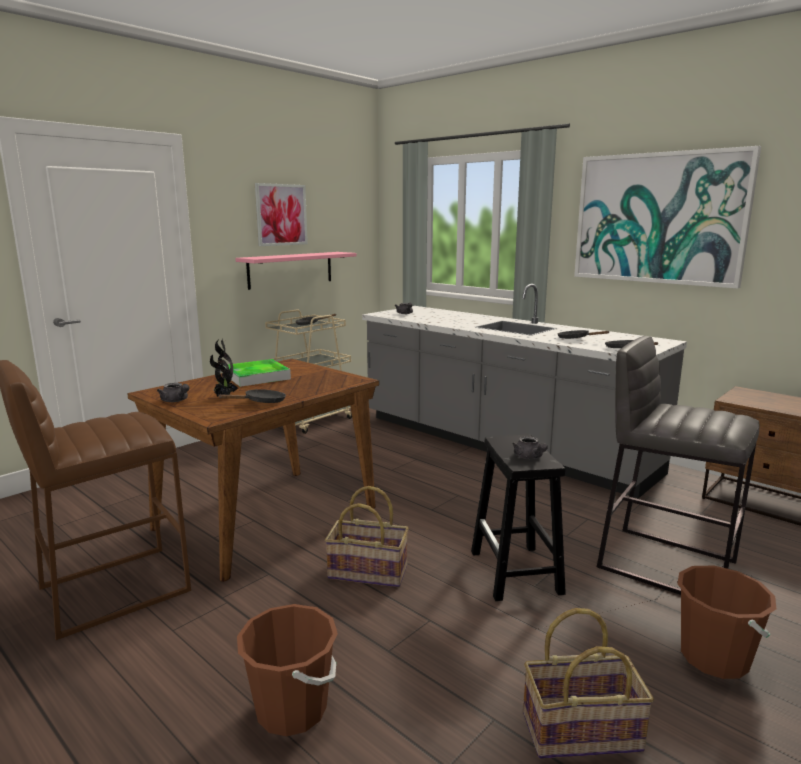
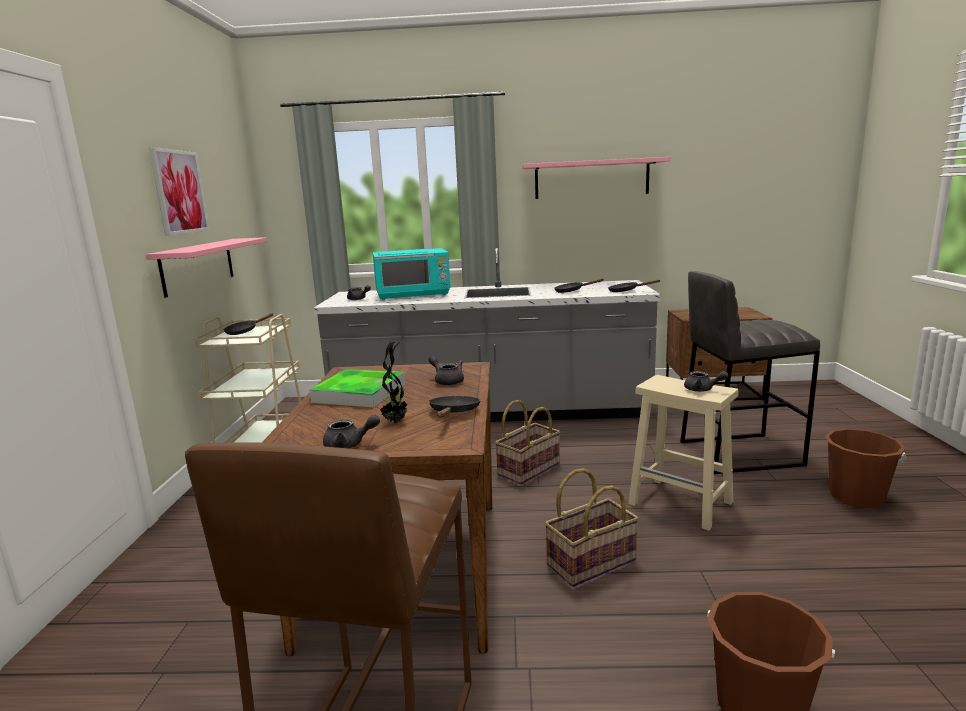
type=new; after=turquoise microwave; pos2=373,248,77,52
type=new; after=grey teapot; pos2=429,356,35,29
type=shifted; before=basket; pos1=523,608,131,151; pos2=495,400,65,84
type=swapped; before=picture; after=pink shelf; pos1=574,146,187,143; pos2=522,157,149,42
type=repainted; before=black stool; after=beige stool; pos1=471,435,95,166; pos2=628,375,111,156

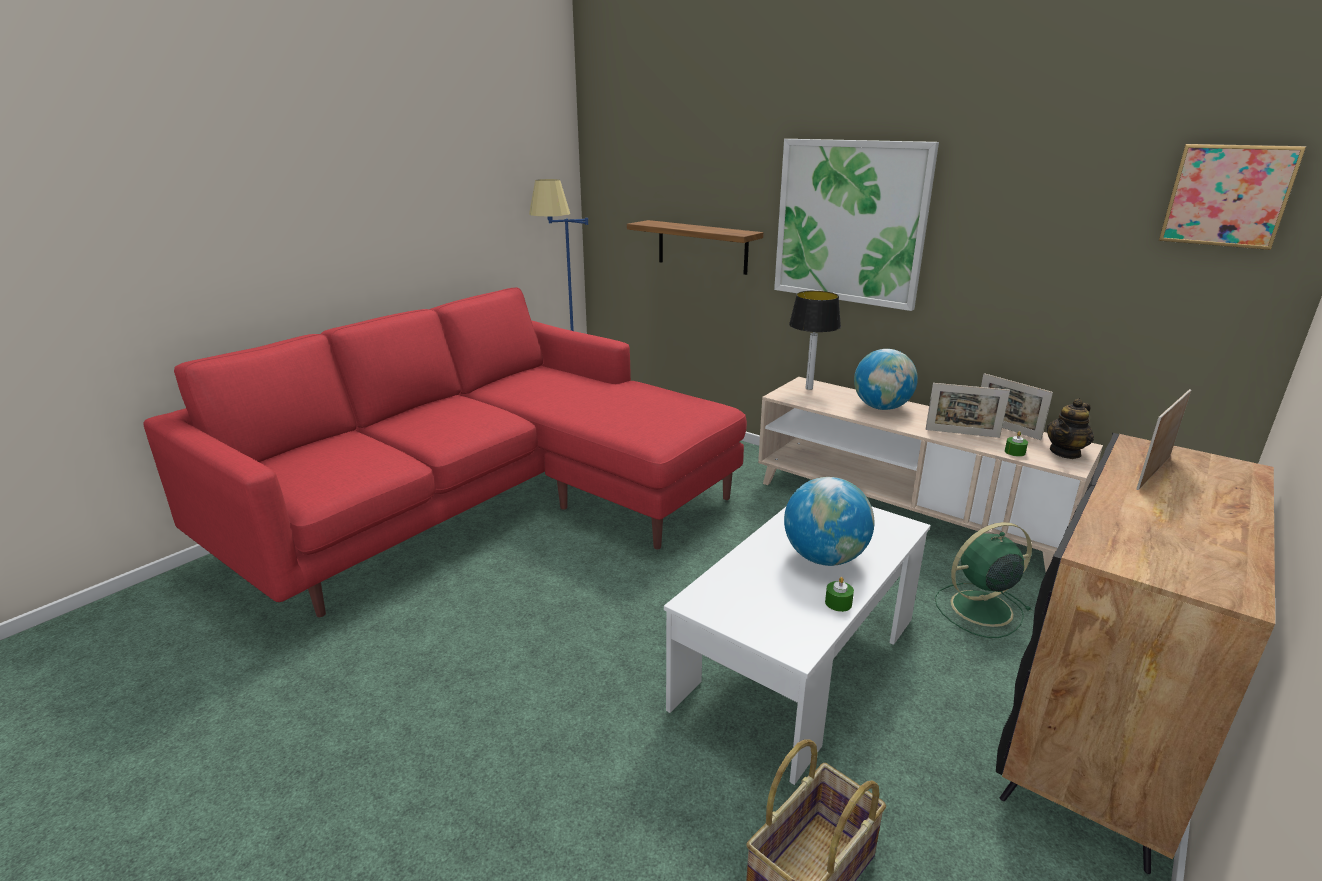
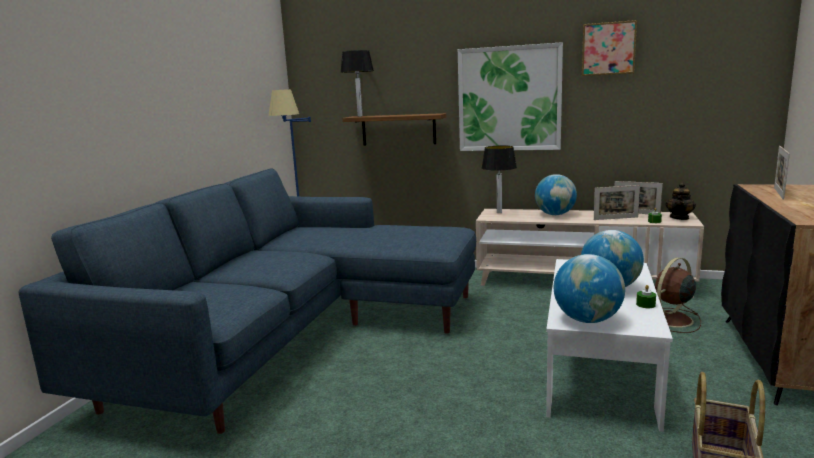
type=repainted; before=red sofa; after=blue sofa; pos1=143,287,604,330; pos2=19,168,457,266
type=new; after=table lamp; pos2=340,50,34,67
type=new; after=globe; pos2=554,254,71,69
type=shifted; before=picture; pos1=1159,144,147,106; pos2=582,20,55,56
type=repainted; before=green fan; after=brown fan; pos1=935,522,97,116; pos2=655,257,46,76

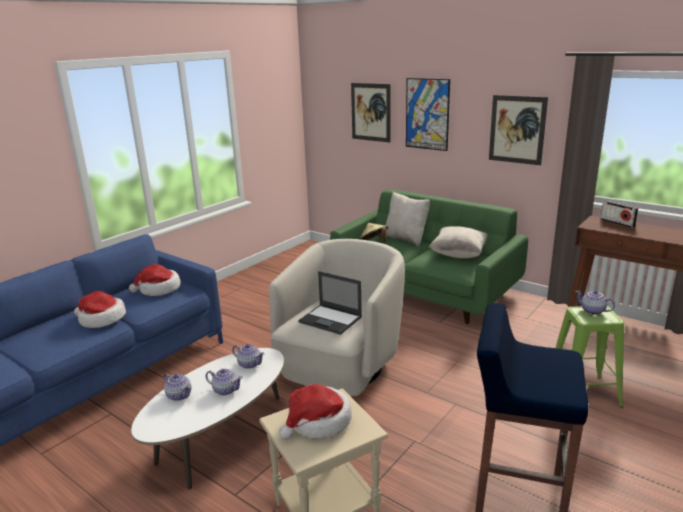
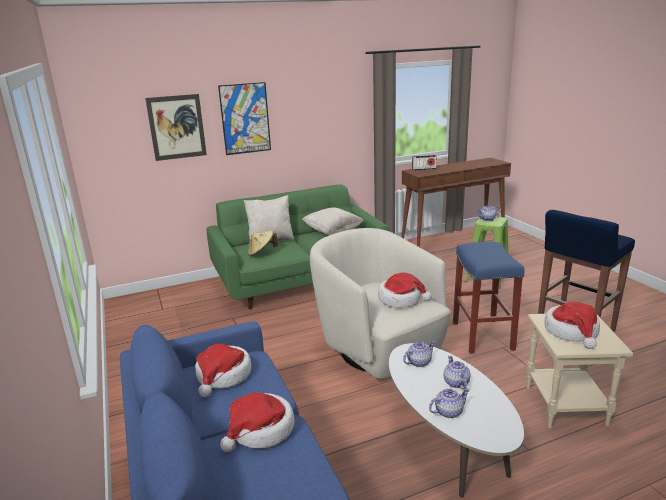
type=swapped; before=laptop; after=hat; pos1=298,271,64,64; pos2=378,272,54,36
type=rotated; before=teapot; pos1=206,369,37,27; pos2=444,355,27,34; turn=-60
type=new; after=blue stool; pos2=453,242,71,112
type=gone; before=picture; pos1=489,95,59,70

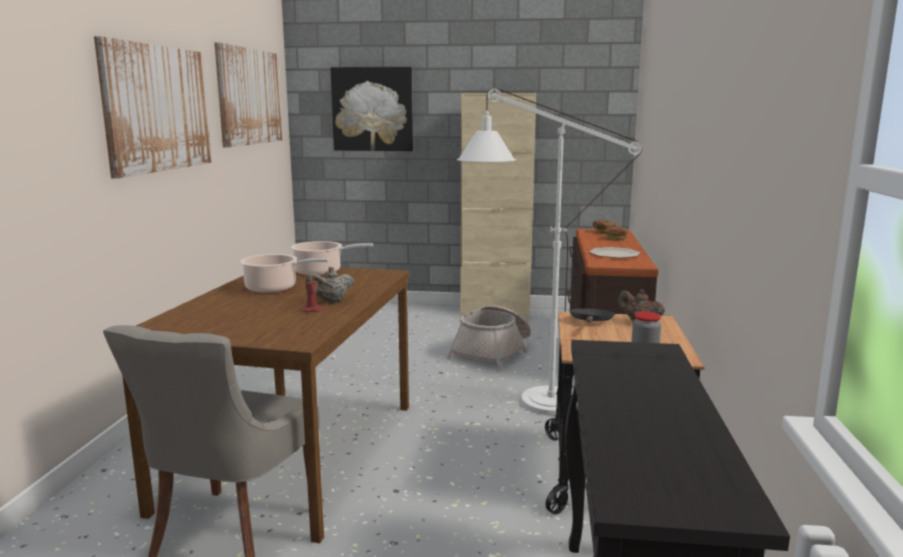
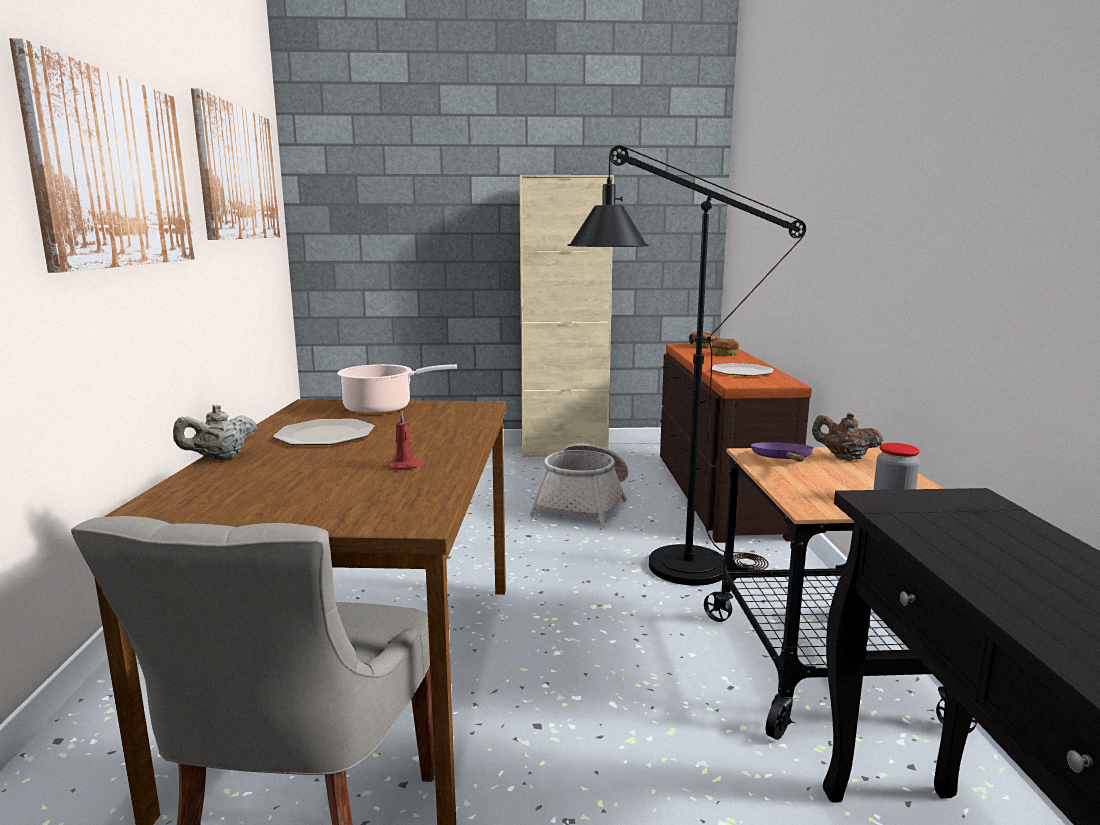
type=shifted; before=beige teapot; pos1=306,267,48,35; pos2=173,405,84,55
type=swapped; before=cooking pot; after=plate; pos1=240,254,89,39; pos2=273,419,102,26
type=repainted; before=white floor lamp; after=black floor lamp; pos1=457,88,185,328; pos2=568,145,238,441
type=repainted; before=black frying pan; after=purple frying pan; pos1=569,309,46,13; pos2=751,442,62,20
type=gone; before=picture; pos1=331,67,82,84

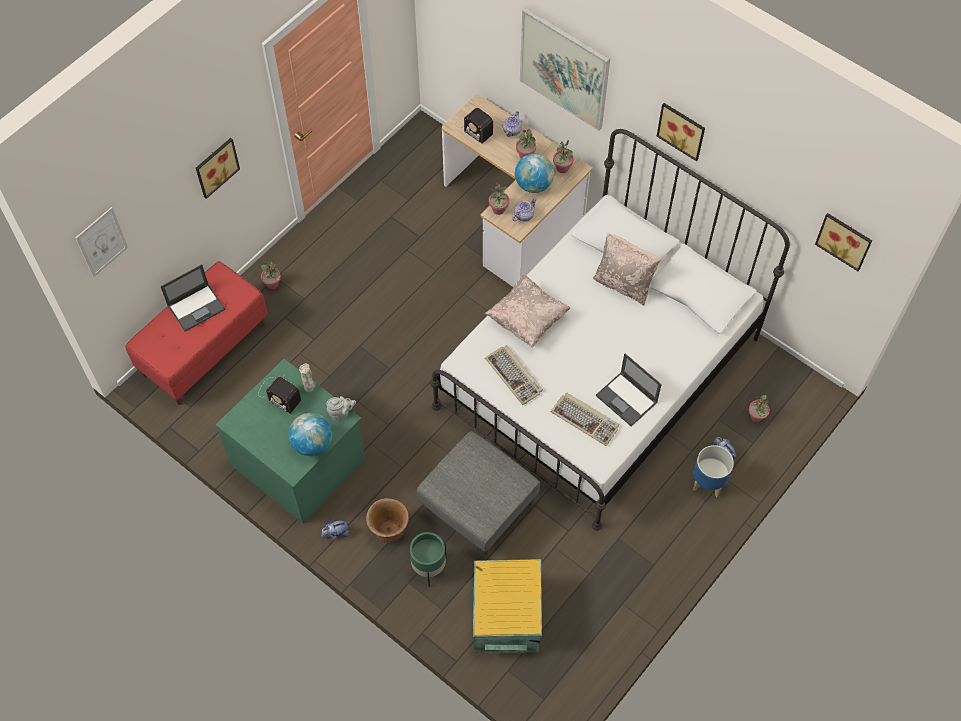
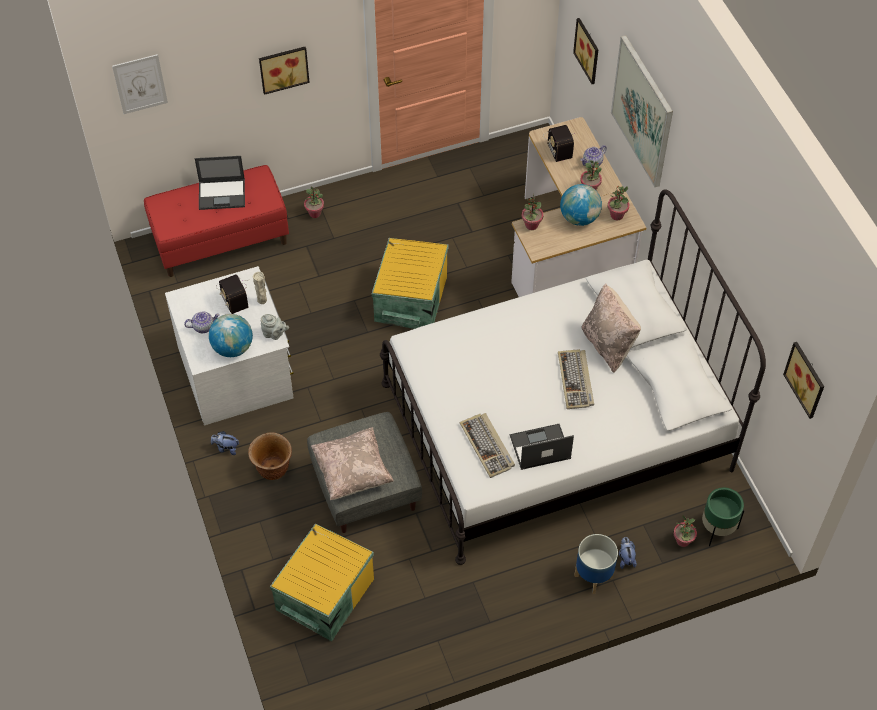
type=repainted; before=green dresser; after=white dresser; pos1=216,359,149,165; pos2=165,266,129,159
type=shifted; before=teapot; pos1=512,197,25,24; pos2=184,312,36,21
type=shifted; before=beige pillow; pos1=485,274,85,74; pos2=311,427,83,73
type=new; after=yellow storage box; pos2=372,238,76,91
type=rotated; before=laptop; pos1=596,354,66,73; pos2=510,424,64,46; turn=90
type=shifted; before=keyboard; pos1=485,345,58,60; pos2=558,349,36,60
type=shifted; before=picture; pos1=657,103,48,58; pos2=573,18,26,66
type=shifted; before=green planter; pos1=410,532,36,55; pos2=702,487,42,59

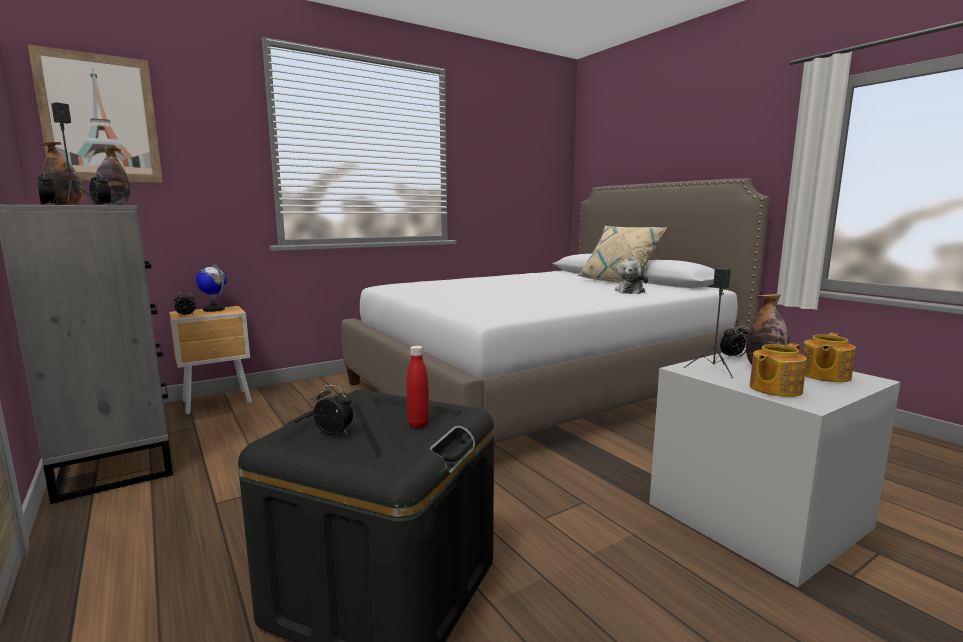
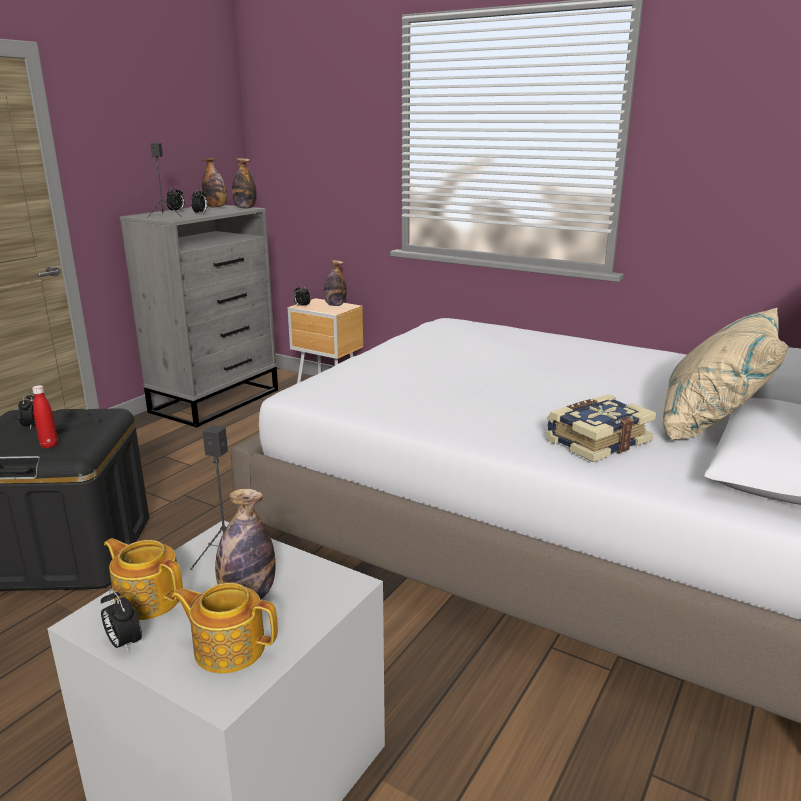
type=shifted; before=alarm clock; pos1=720,323,28,36; pos2=101,589,41,64
type=swapped; before=globe; after=bottle; pos1=196,263,31,49; pos2=324,260,23,46
type=swapped; before=plush toy; after=book; pos1=615,261,33,33; pos2=546,395,110,67
type=gone; before=picture; pos1=28,45,135,138

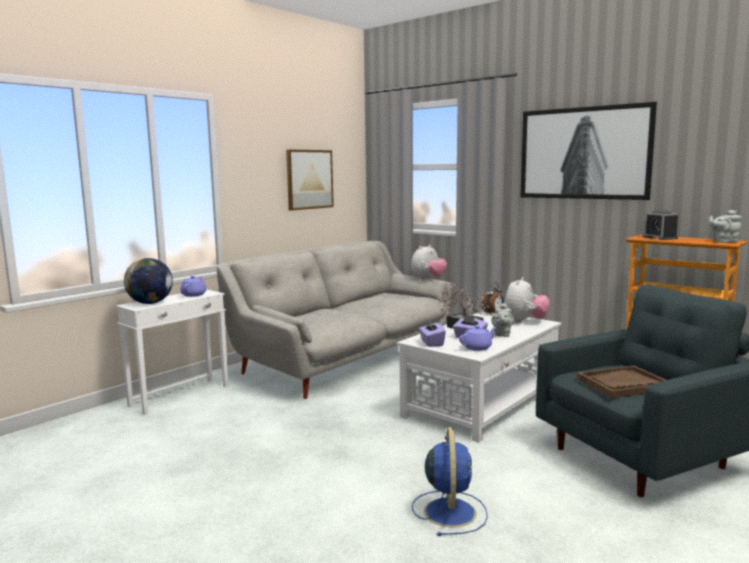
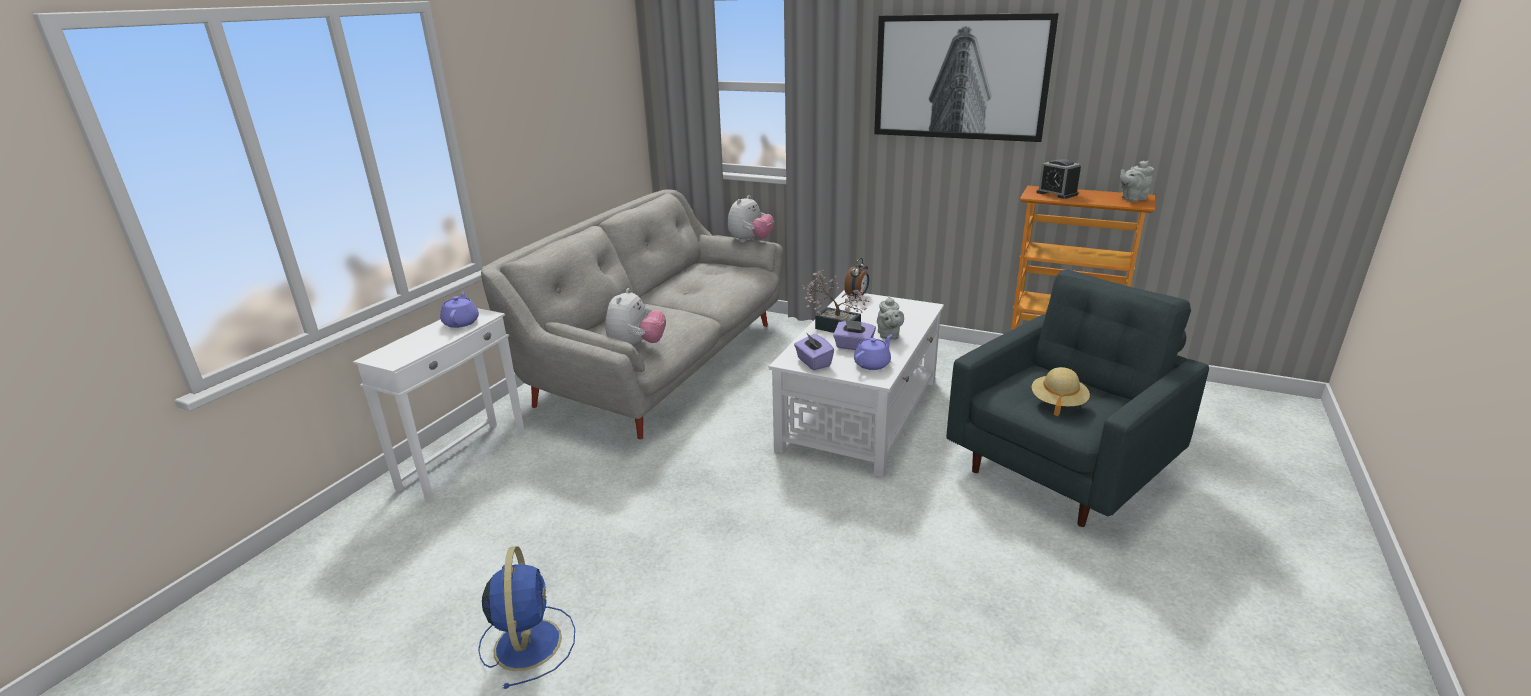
type=shifted; before=blue fan; pos1=412,427,76,109; pos2=478,546,97,143
type=shifted; before=plush toy; pos1=505,277,45,46; pos2=605,288,61,57
type=swapped; before=brown tray; after=beige hat; pos1=577,366,89,32; pos2=1032,367,58,49
type=gone; before=globe; pos1=124,258,49,46
type=gone; before=picture; pos1=286,149,48,62

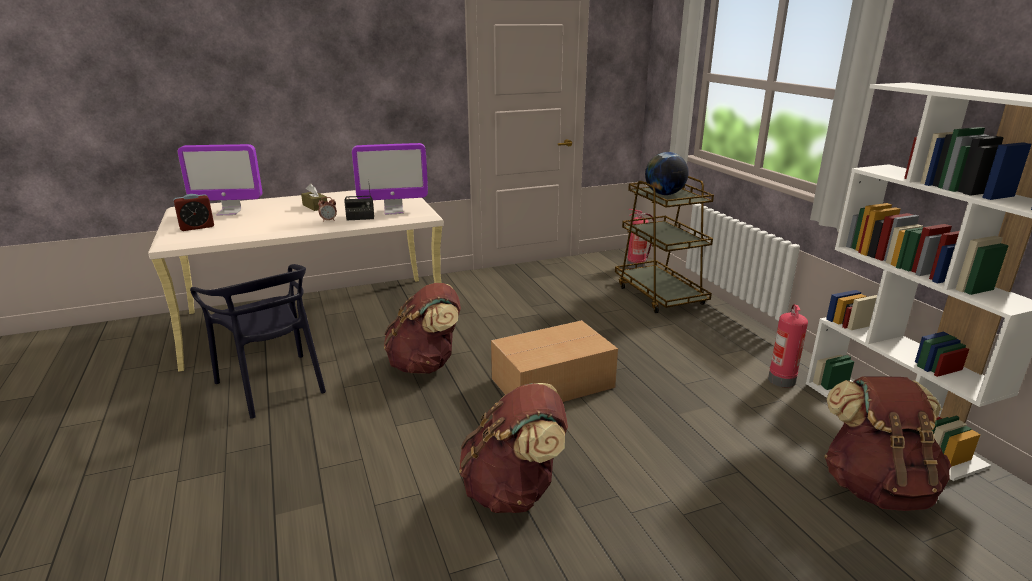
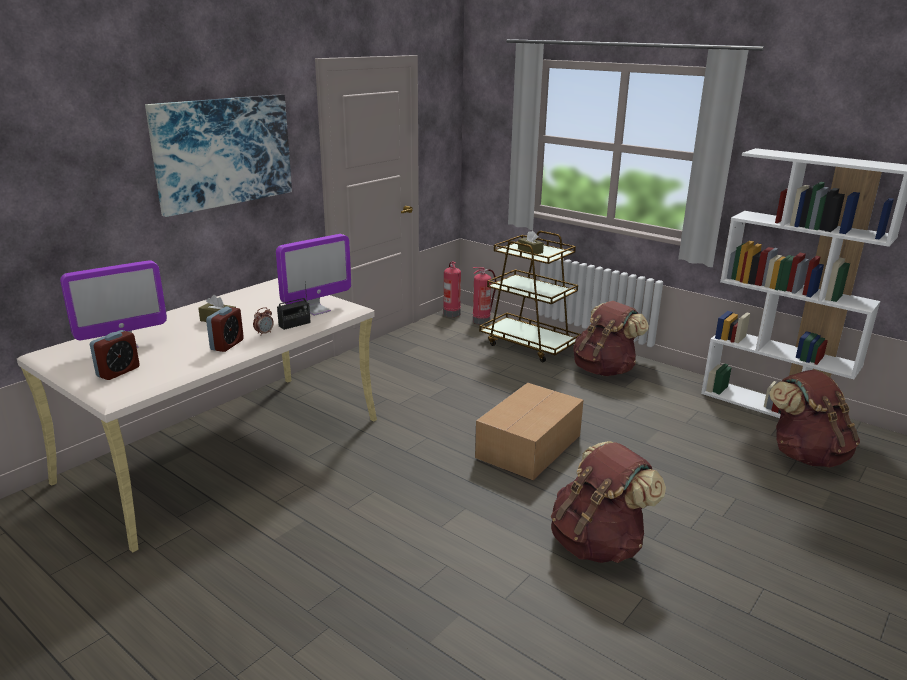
type=new; after=picture; pos2=145,94,147,123
type=new; after=alarm clock; pos2=206,306,38,46
type=shifted; before=fire extinguisher; pos1=768,304,40,84; pos2=443,261,18,56
type=swapped; before=globe; after=brown tissue box; pos1=645,152,44,43; pos2=518,231,26,23
type=shifted; before=brown backpack; pos1=384,283,77,90; pos2=573,301,76,75
type=gone; before=black chair; pos1=190,264,136,155

